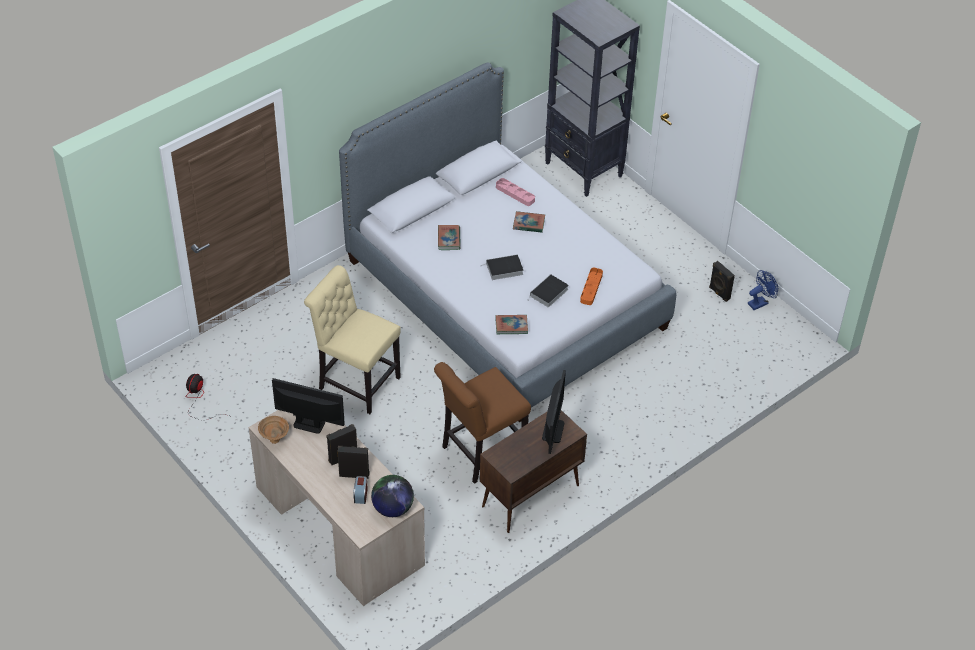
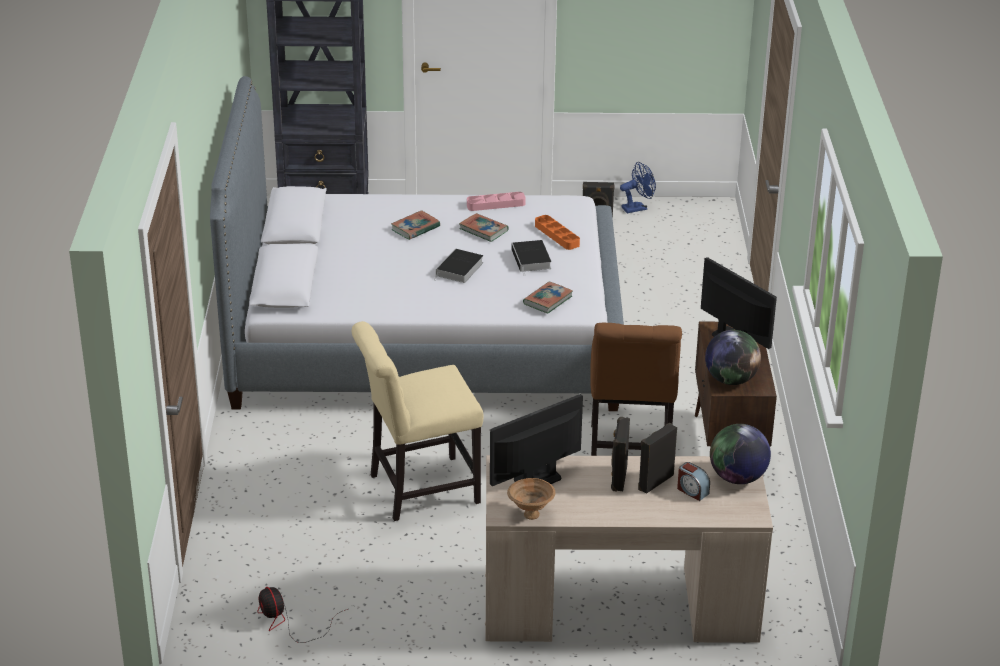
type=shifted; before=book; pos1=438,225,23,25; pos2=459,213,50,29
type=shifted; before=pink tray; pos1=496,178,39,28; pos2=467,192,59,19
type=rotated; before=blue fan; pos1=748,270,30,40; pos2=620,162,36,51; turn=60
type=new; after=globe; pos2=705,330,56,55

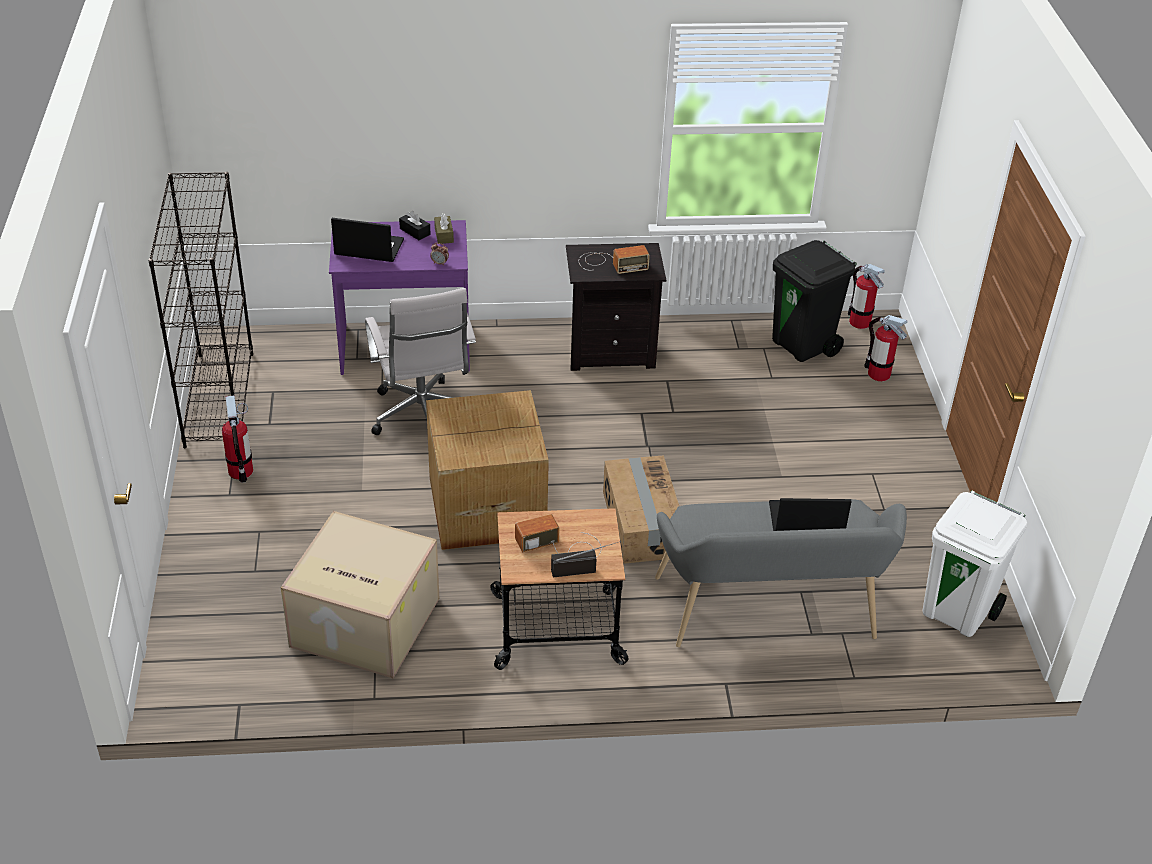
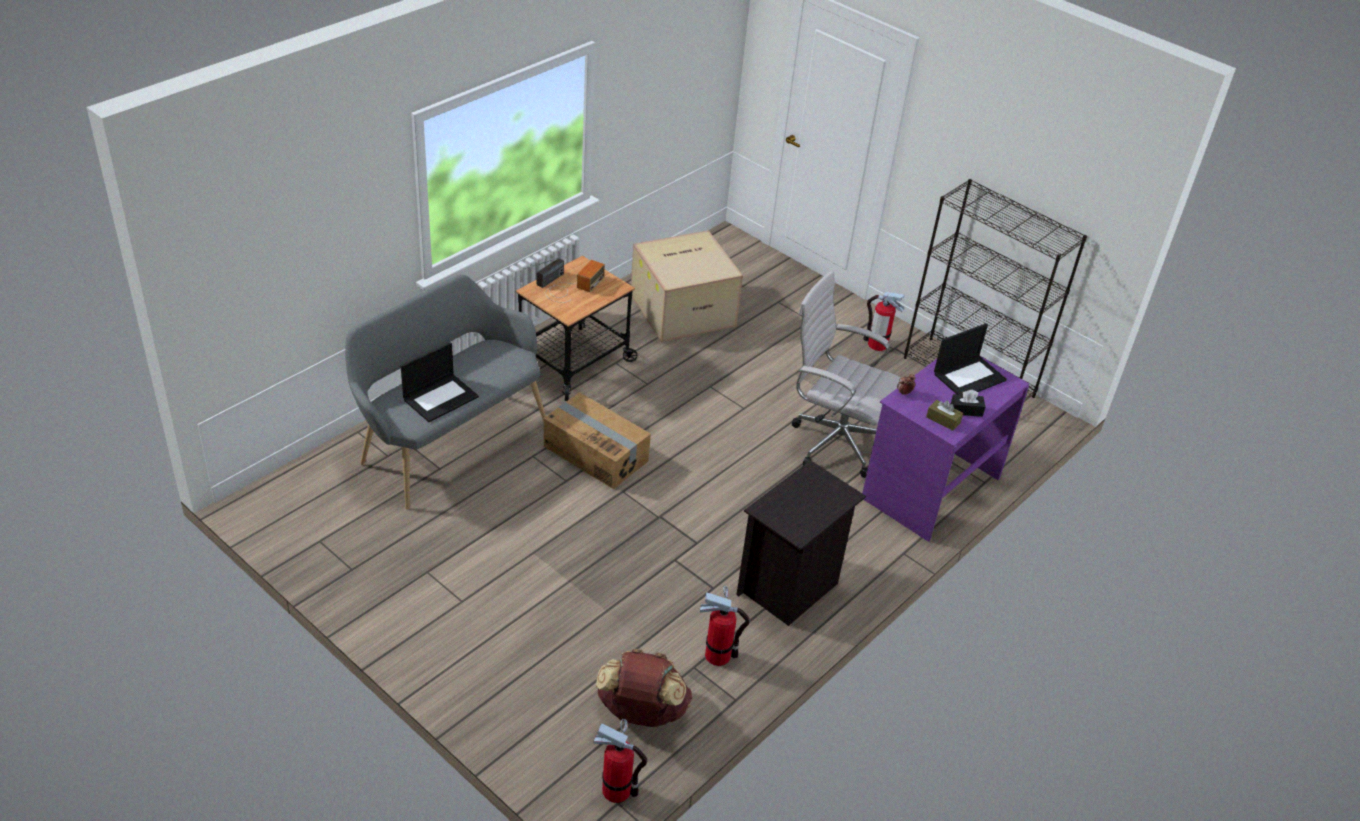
type=swapped; before=black trash can; after=brown backpack; pos1=772,240,85,122; pos2=596,649,96,78
type=shifted; before=fire extinguisher; pos1=864,315,43,66; pos2=700,586,49,80
type=gone; before=cardboard box; pos1=426,390,123,160
type=gone; before=radio; pos1=579,245,71,29
type=gone; before=white trash can; pos1=922,491,105,146

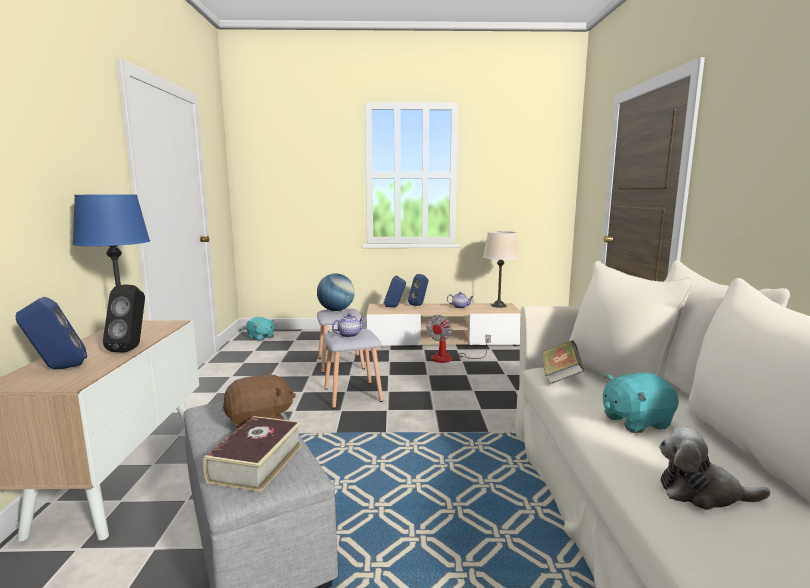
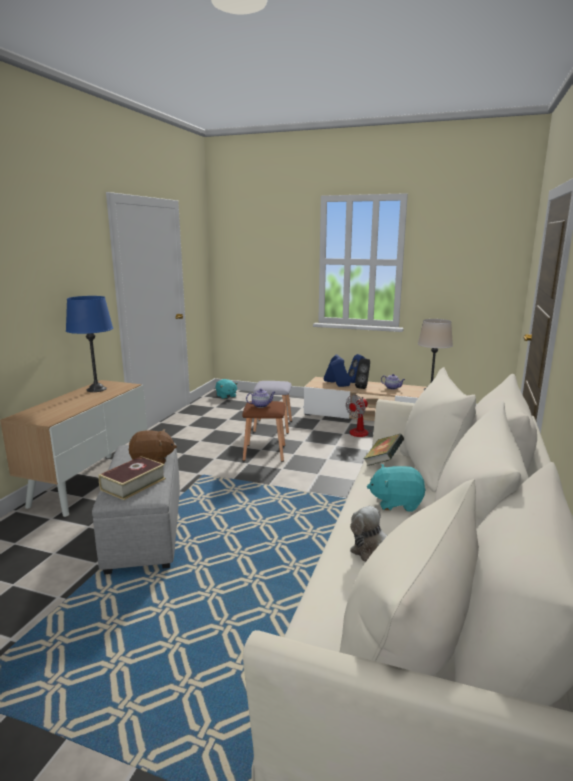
type=repainted; before=grey stool; after=brown stool; pos1=324,329,59,79; pos2=242,401,43,61
type=shifted; before=blue speaker; pos1=16,297,71,73; pos2=330,358,20,29
type=shifted; before=black speaker; pos1=103,285,42,67; pos2=355,359,15,30
type=gone; before=globe; pos1=317,273,38,38

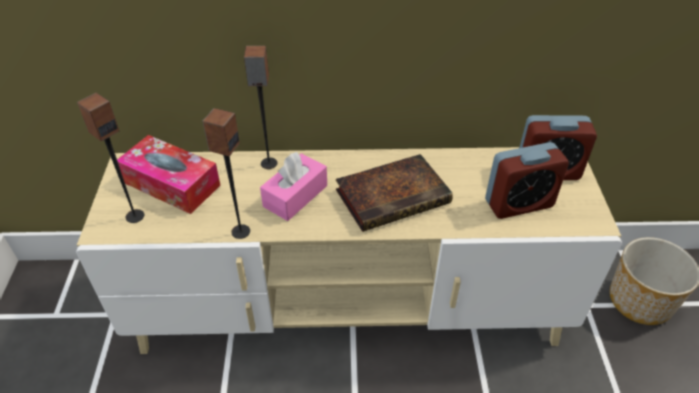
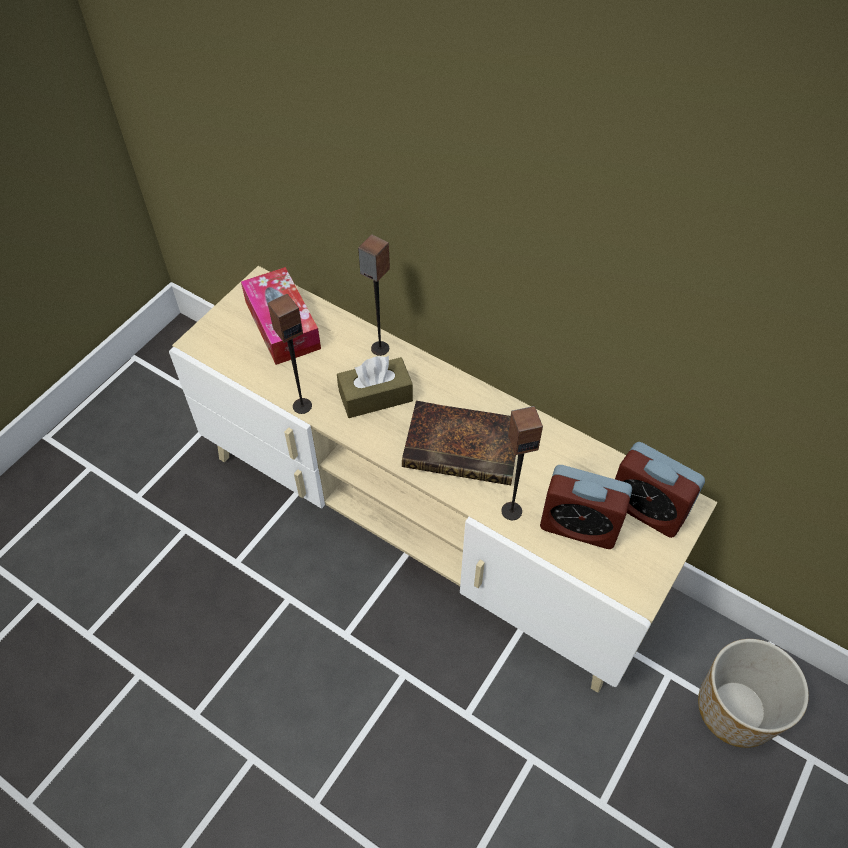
type=repainted; before=pink tissue box; after=brown tissue box; pos1=260,152,67,69; pos2=337,356,76,62
type=shifted; before=speaker; pos1=77,93,67,130; pos2=501,406,42,114

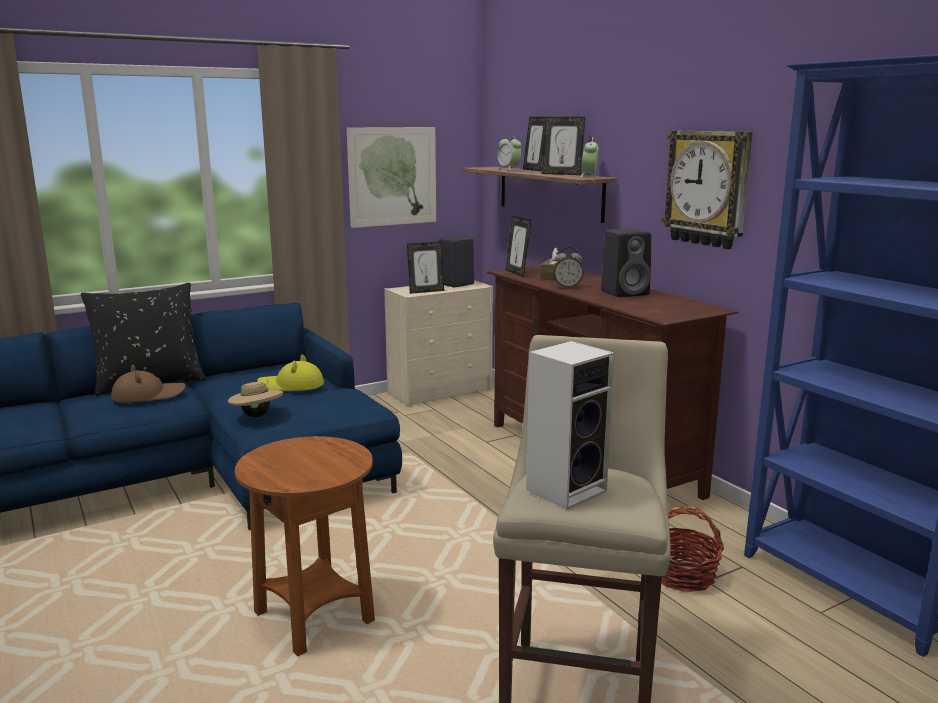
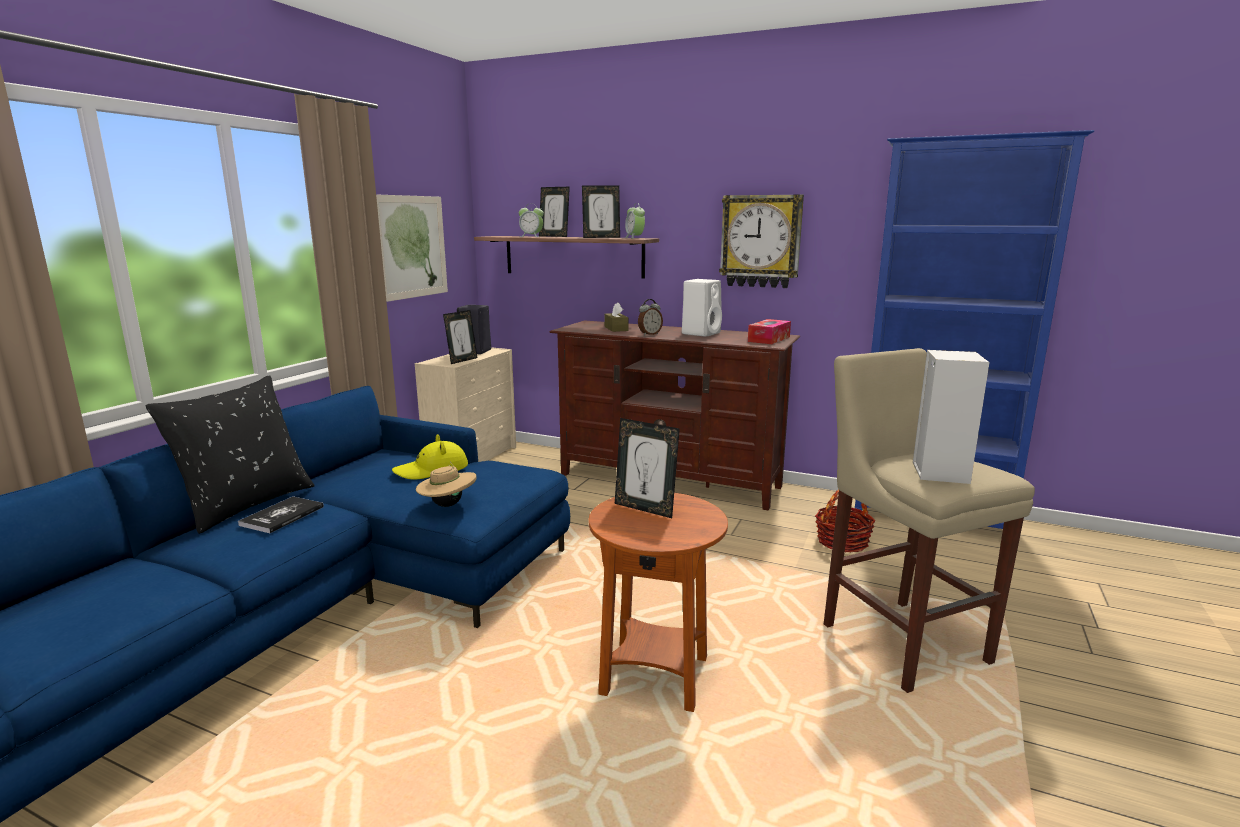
type=swapped; before=brown hat; after=book; pos1=111,365,75,38; pos2=238,496,86,37
type=shifted; before=picture frame; pos1=506,215,25,62; pos2=615,418,65,100
type=repainted; before=black speaker; after=white speaker; pos1=601,229,50,68; pos2=682,279,40,58
type=new; after=tissue box; pos2=748,319,43,25

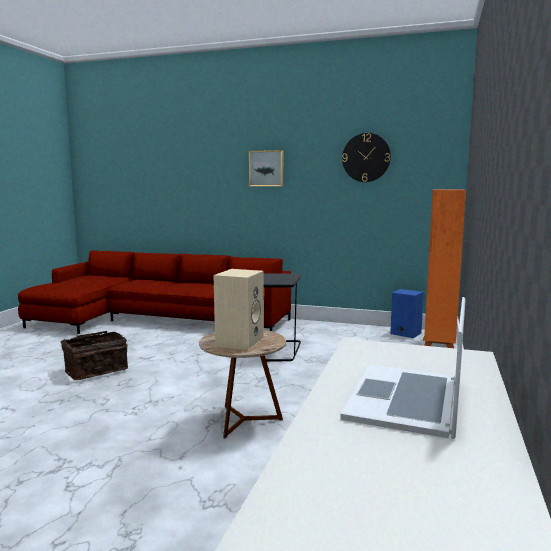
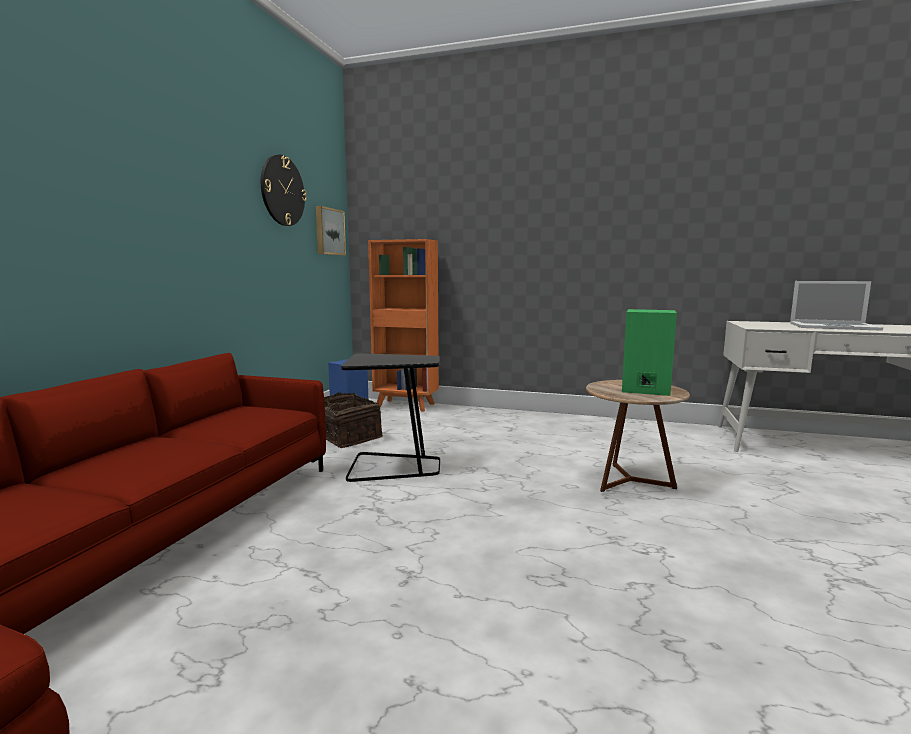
type=shifted; before=picture; pos1=249,150,34,36; pos2=316,206,30,49
type=shifted; before=basket; pos1=61,331,67,49; pos2=324,392,59,56
type=repainted; before=beige speaker; after=green speaker; pos1=214,269,50,81; pos2=622,309,55,87

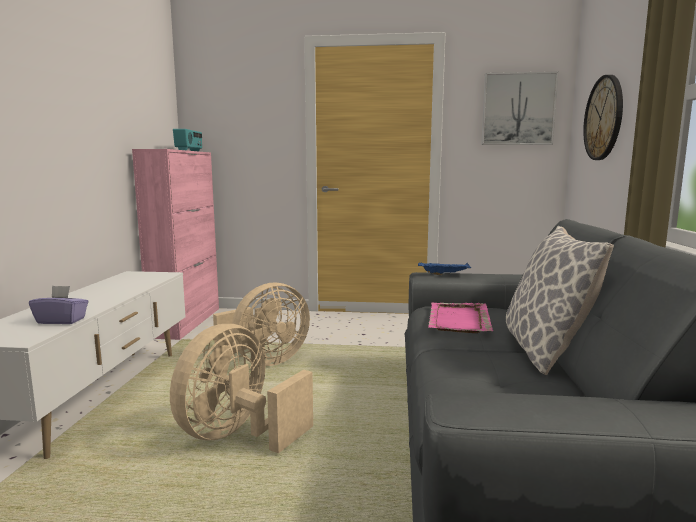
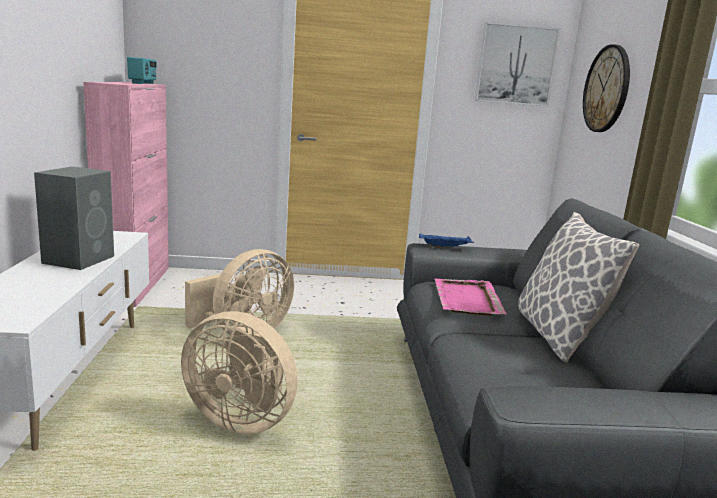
type=new; after=grey speaker; pos2=34,166,80,104
type=rotated; before=beige fan; pos1=170,324,143,129; pos2=181,311,117,124; turn=-90
type=gone; before=purple tissue box; pos1=29,286,60,38

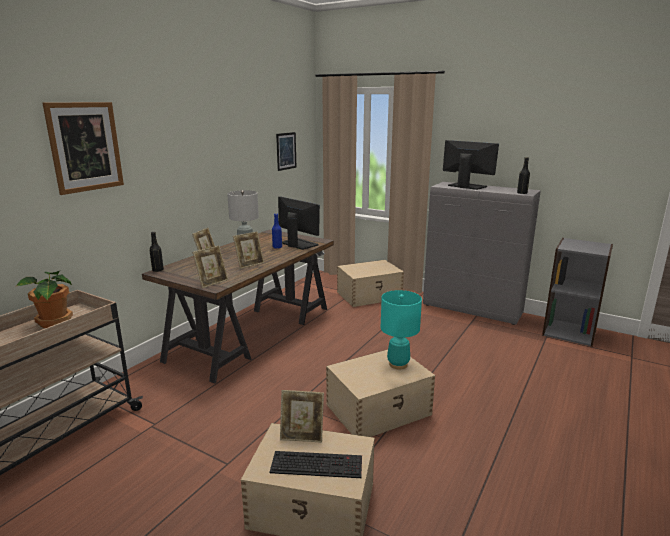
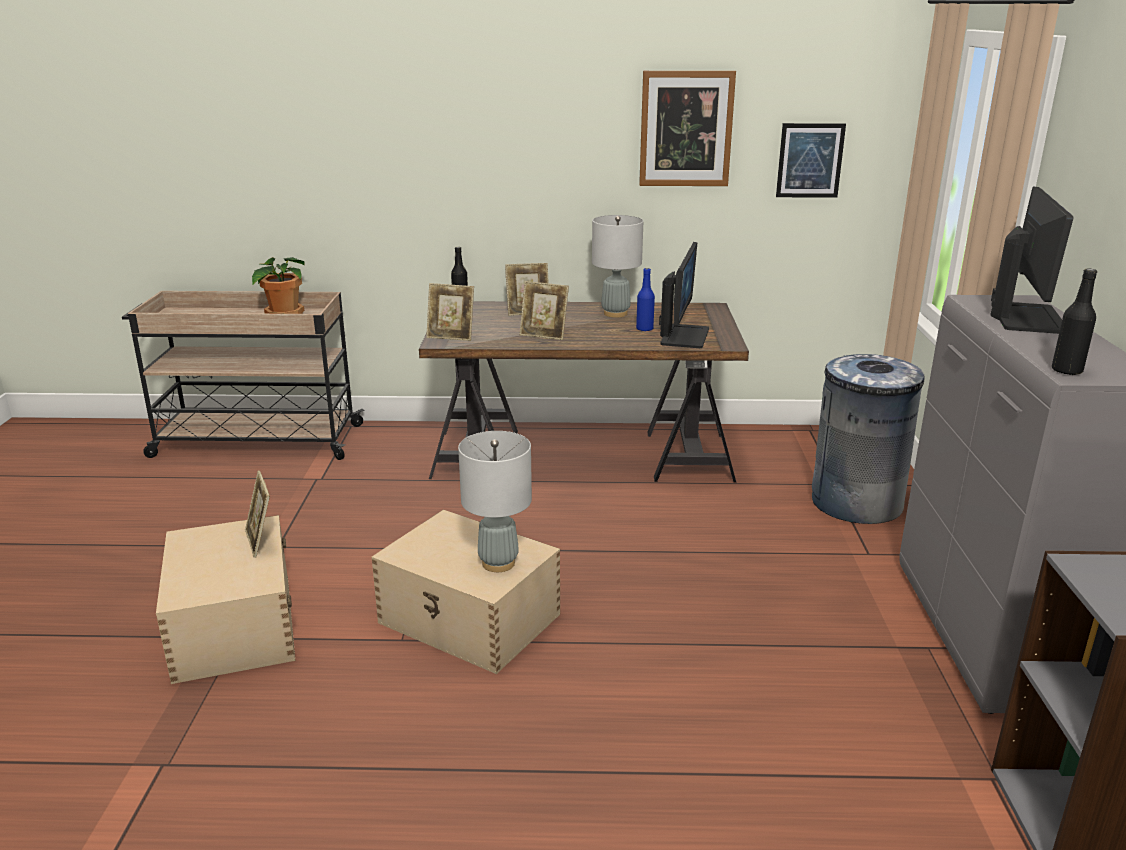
type=repainted; before=turquoise table lamp; after=grey table lamp; pos1=381,290,41,80; pos2=458,431,74,141
type=shifted; before=picture; pos1=43,102,81,93; pos2=639,71,97,115
type=swapped; before=beige storage box; after=grey trash can; pos1=337,260,67,47; pos2=812,354,113,170
type=gone; before=keyboard; pos1=270,451,92,27

